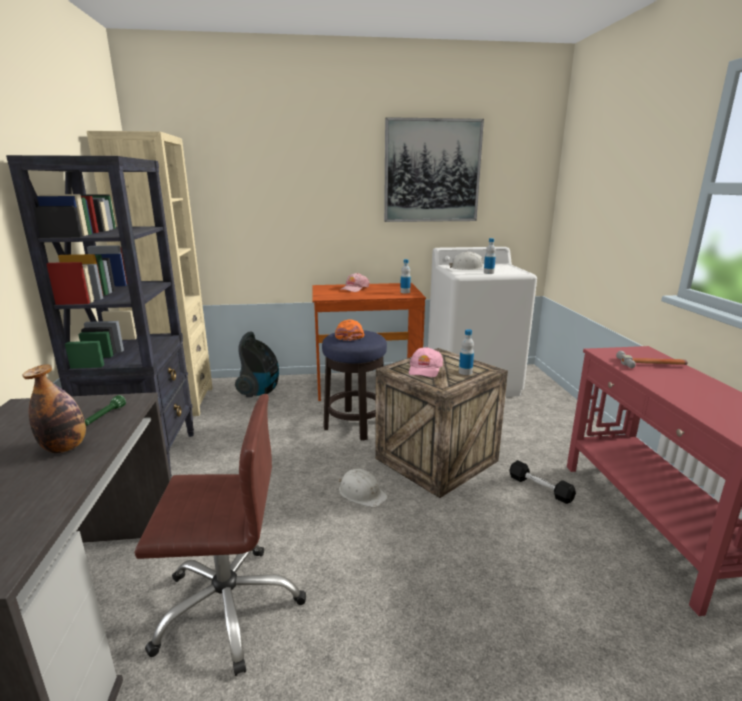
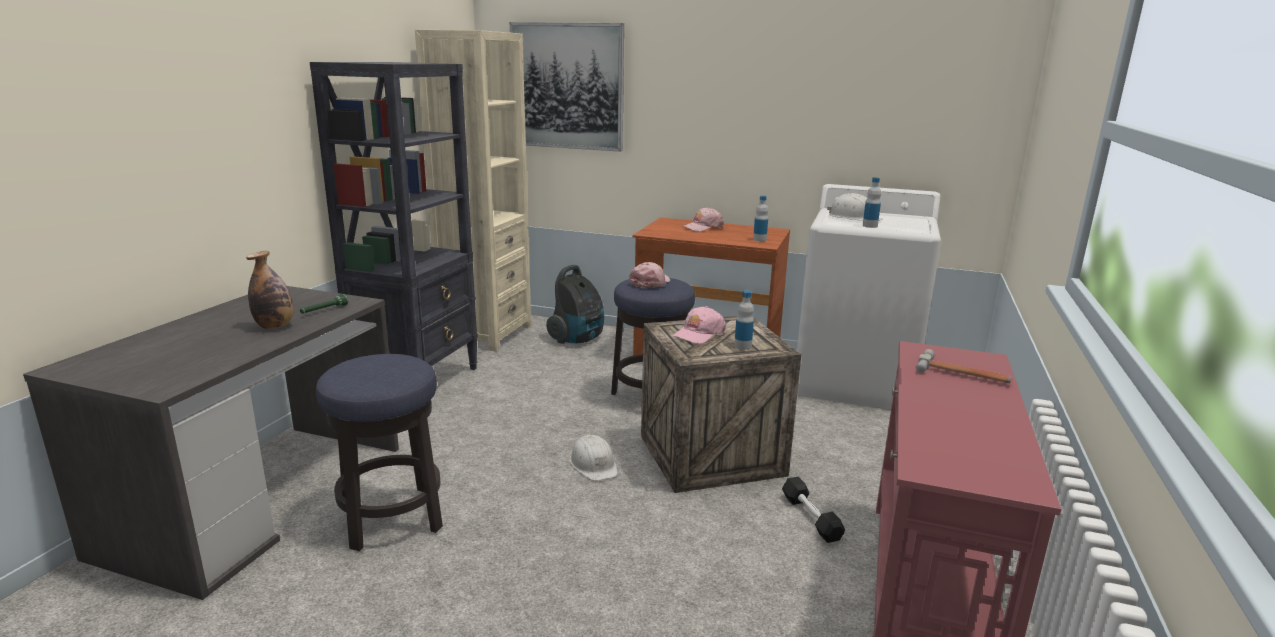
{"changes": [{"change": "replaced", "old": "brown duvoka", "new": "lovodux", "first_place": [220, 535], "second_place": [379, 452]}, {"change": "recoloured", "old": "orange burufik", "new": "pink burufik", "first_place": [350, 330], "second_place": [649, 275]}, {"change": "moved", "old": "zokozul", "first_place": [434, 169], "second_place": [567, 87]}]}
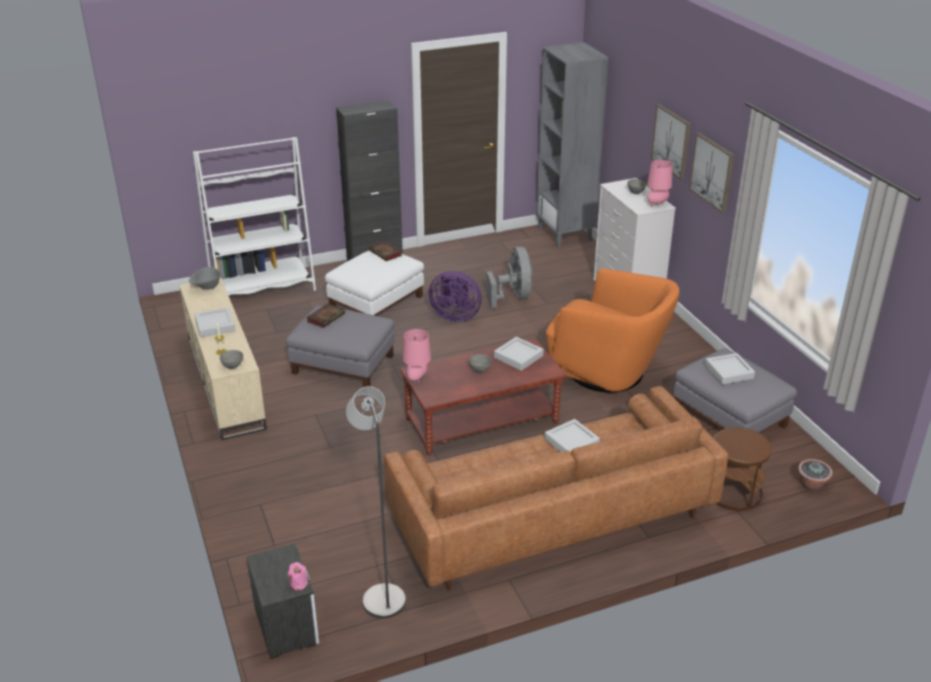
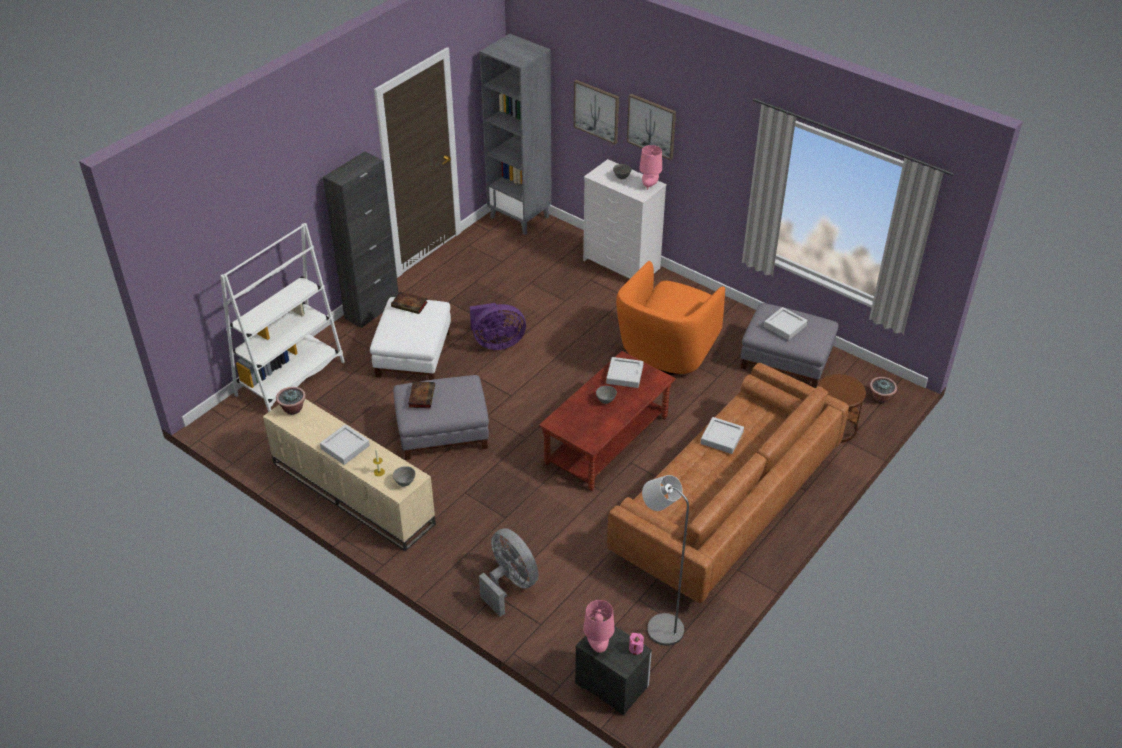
{"changes": [{"change": "replaced", "old": "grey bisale", "new": "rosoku", "first_place": [204, 278], "second_place": [291, 401]}, {"change": "moved", "old": "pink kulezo", "first_place": [417, 355], "second_place": [599, 626]}, {"change": "moved", "old": "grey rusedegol", "first_place": [509, 277], "second_place": [509, 572]}, {"change": "turned", "old": "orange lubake", "first_place": [613, 330], "second_place": [670, 318], "degrees": 120}, {"change": "moved", "old": "zokozul", "first_place": [711, 173], "second_place": [596, 112]}]}
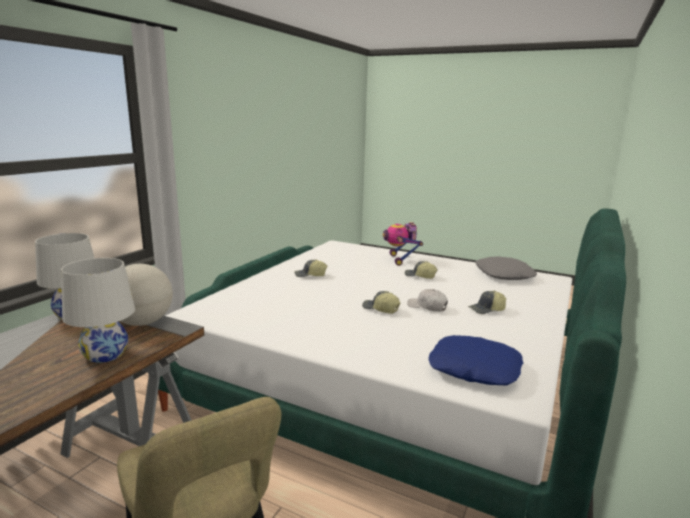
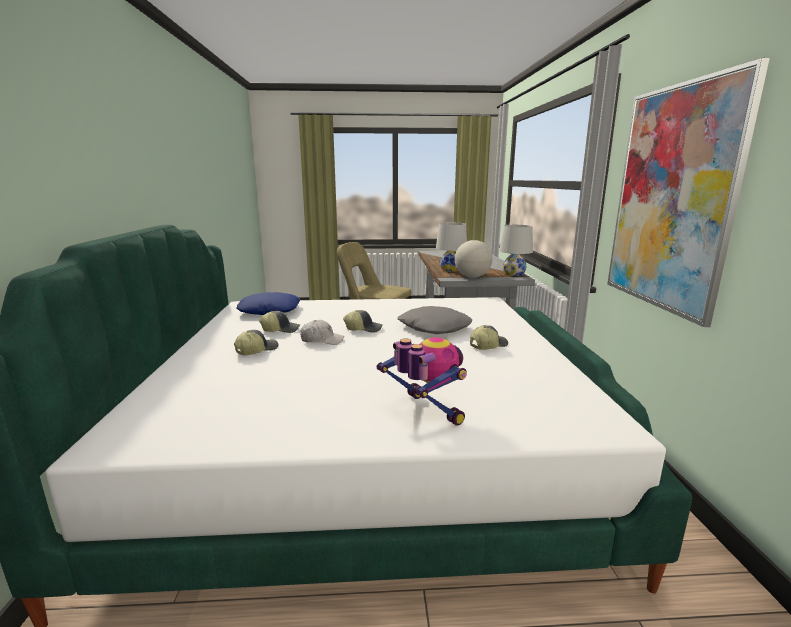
{"changes": [{"change": "moved", "old": "burufik", "first_place": [421, 270], "second_place": [279, 322]}, {"change": "moved", "old": "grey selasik", "first_place": [506, 268], "second_place": [435, 320]}, {"change": "added", "new": "zokozul", "second_place": [688, 192]}]}
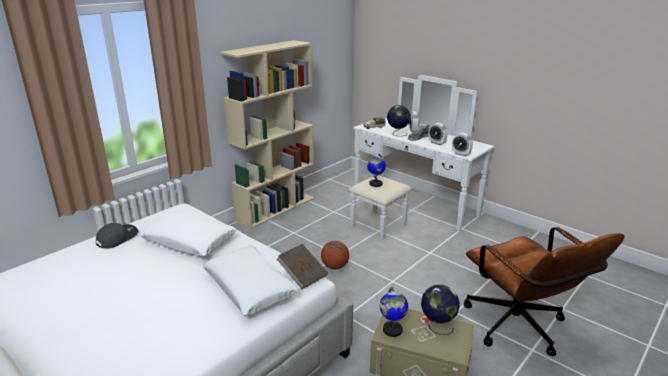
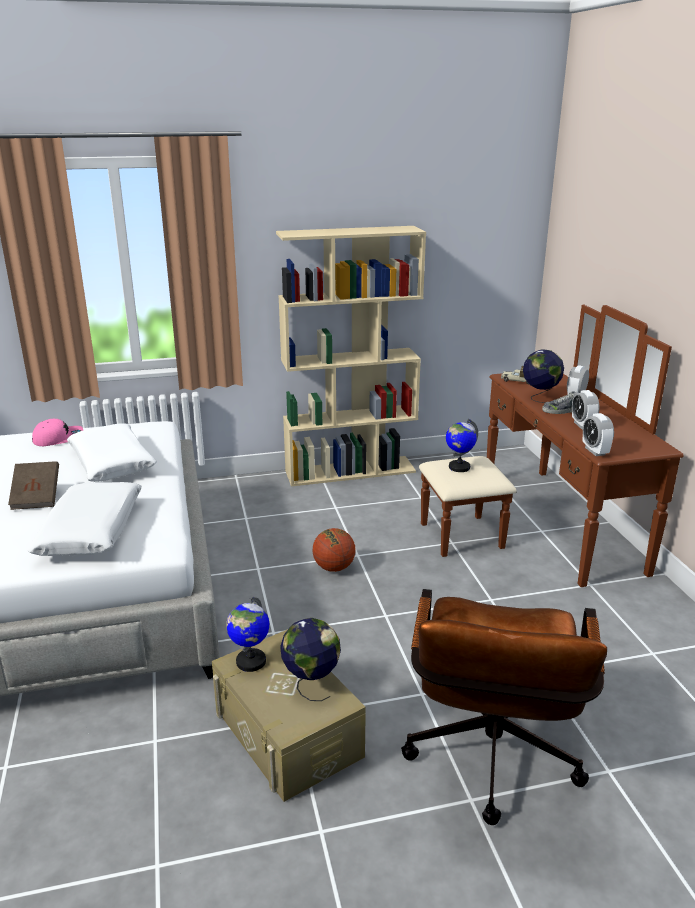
{"changes": [{"change": "recoloured", "old": "grey burufik", "new": "pink burufik", "first_place": [117, 236], "second_place": [57, 432]}, {"change": "moved", "old": "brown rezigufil", "first_place": [302, 266], "second_place": [33, 485]}, {"change": "recoloured", "old": "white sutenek", "new": "brown sutenek", "first_place": [421, 157], "second_place": [551, 446]}]}
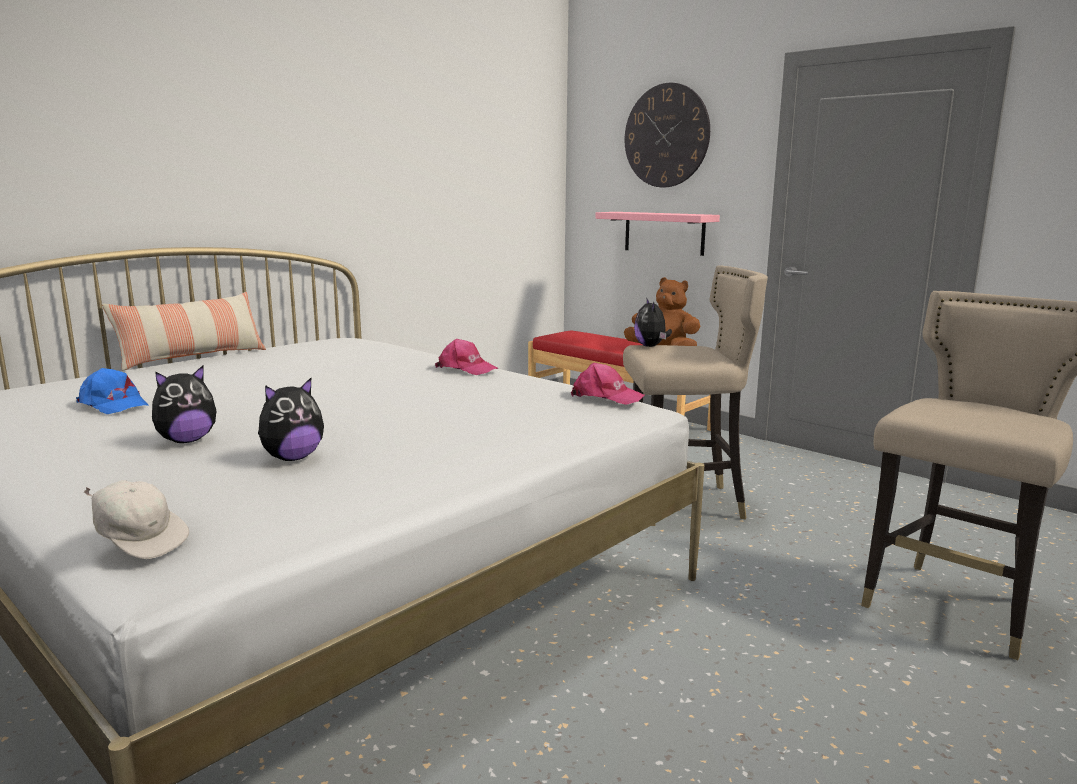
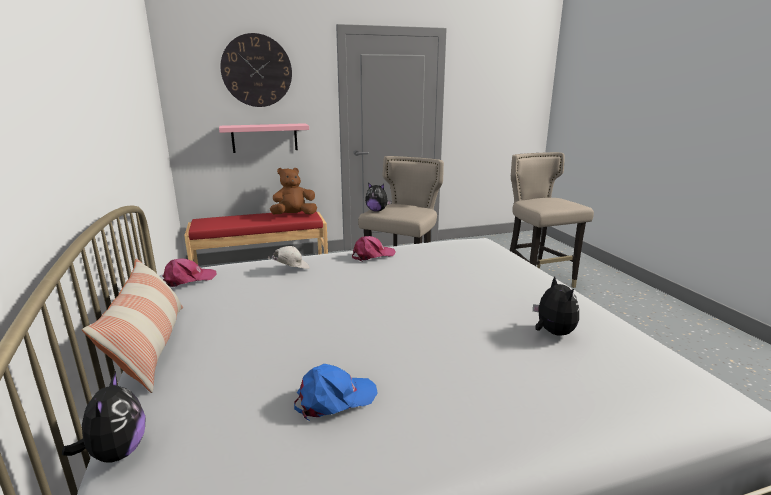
{"changes": [{"change": "moved", "old": "white burufik", "first_place": [136, 519], "second_place": [289, 257]}, {"change": "moved", "old": "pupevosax", "first_place": [184, 404], "second_place": [103, 417]}, {"change": "moved", "old": "pink burufik", "first_place": [608, 384], "second_place": [189, 272]}]}
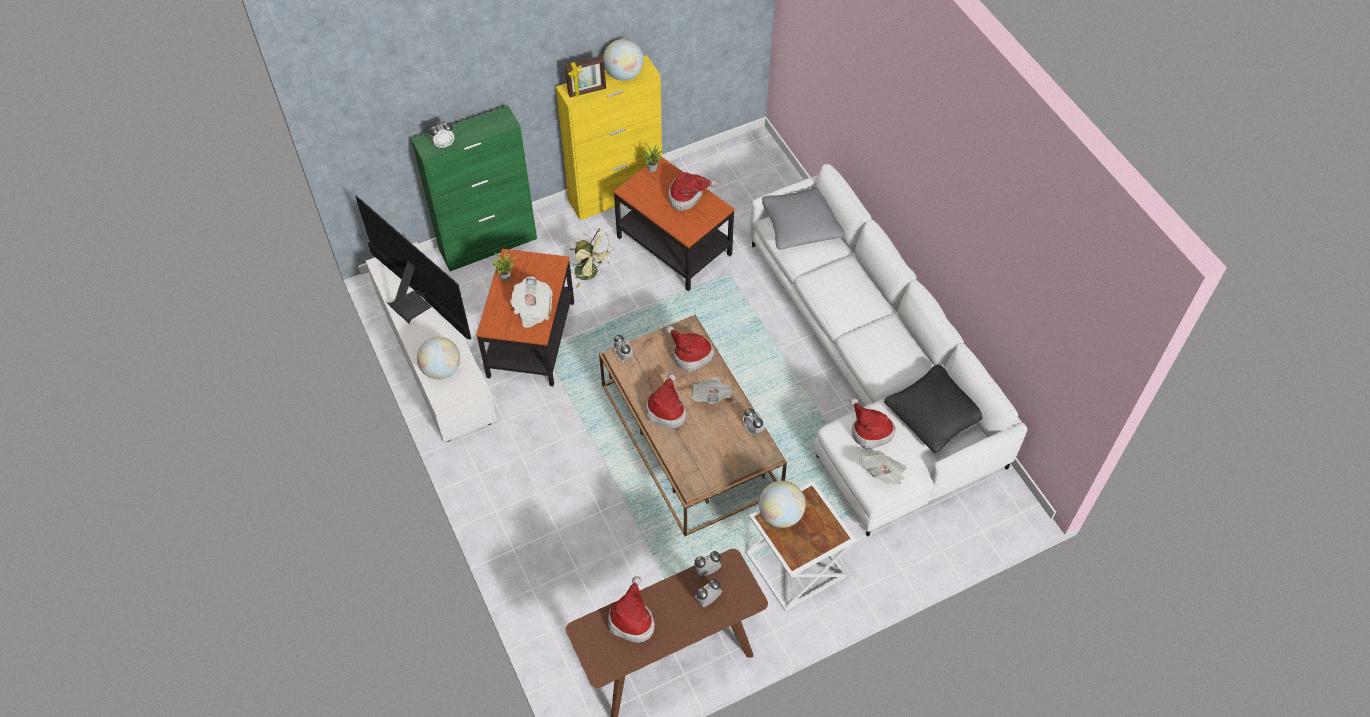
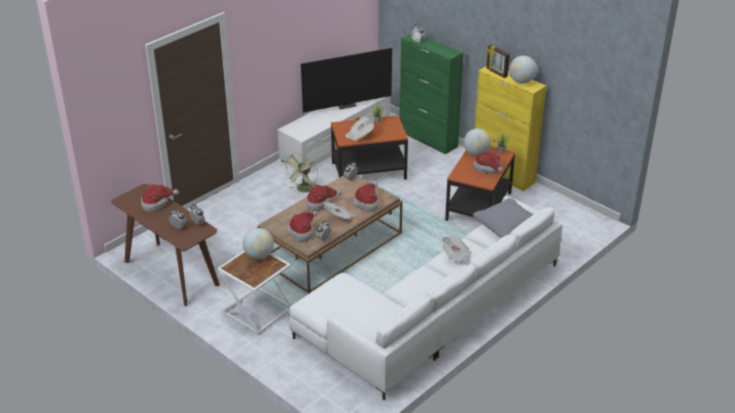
{"changes": [{"change": "turned", "old": "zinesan", "first_place": [413, 268], "second_place": [346, 80], "degrees": 45}, {"change": "moved", "old": "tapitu", "first_place": [438, 358], "second_place": [477, 142]}, {"change": "moved", "old": "green rusedegol", "first_place": [591, 258], "second_place": [300, 172]}, {"change": "moved", "old": "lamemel", "first_place": [873, 424], "second_place": [302, 226]}, {"change": "moved", "old": "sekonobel", "first_place": [883, 468], "second_place": [457, 250]}, {"change": "removed", "old": "black selasik", "first_place": [933, 408]}]}
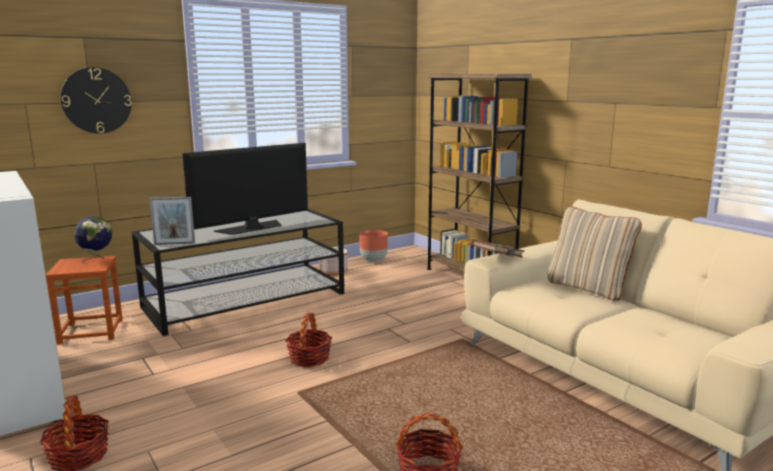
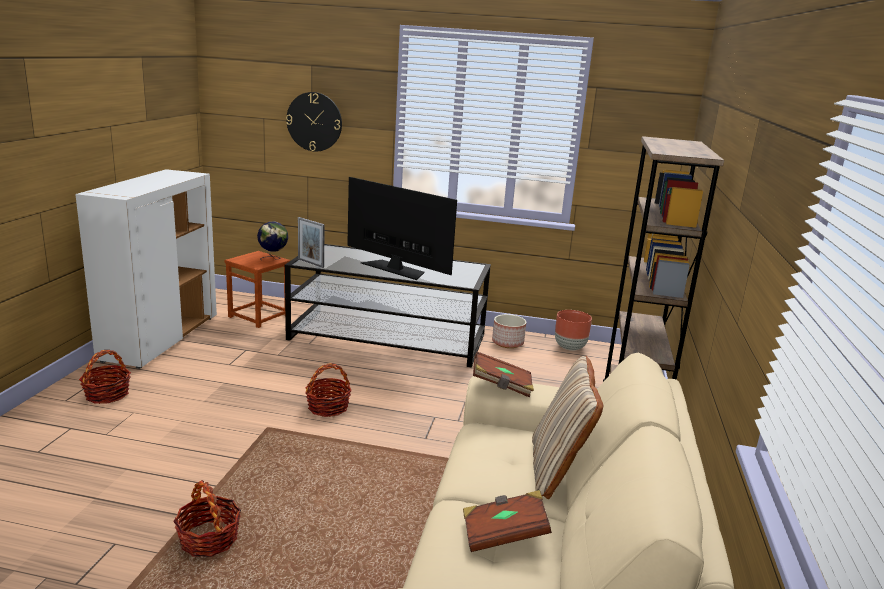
{"changes": [{"change": "turned", "old": "zinesan", "first_place": [245, 189], "second_place": [402, 228], "degrees": -150}, {"change": "added", "new": "brown rezigufil", "second_place": [507, 521]}]}
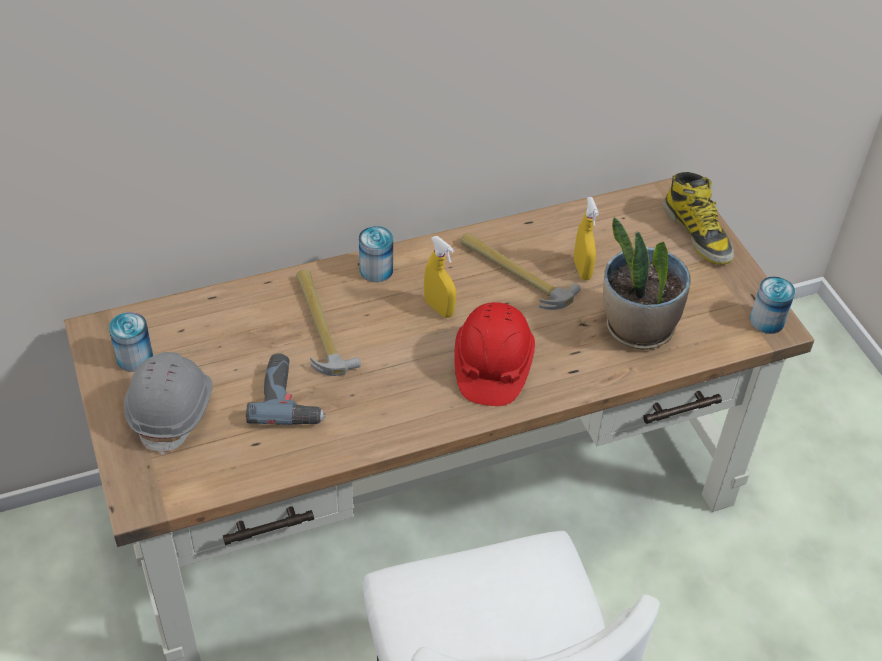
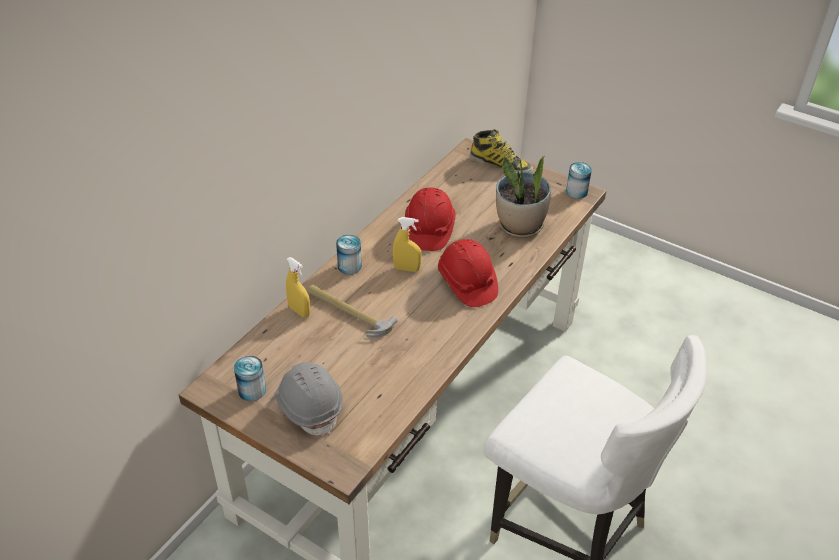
{"changes": [{"change": "removed", "old": "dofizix", "first_place": [286, 389]}, {"change": "replaced", "old": "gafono", "new": "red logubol", "first_place": [520, 271], "second_place": [430, 219]}, {"change": "moved", "old": "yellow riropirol", "first_place": [586, 238], "second_place": [298, 287]}]}
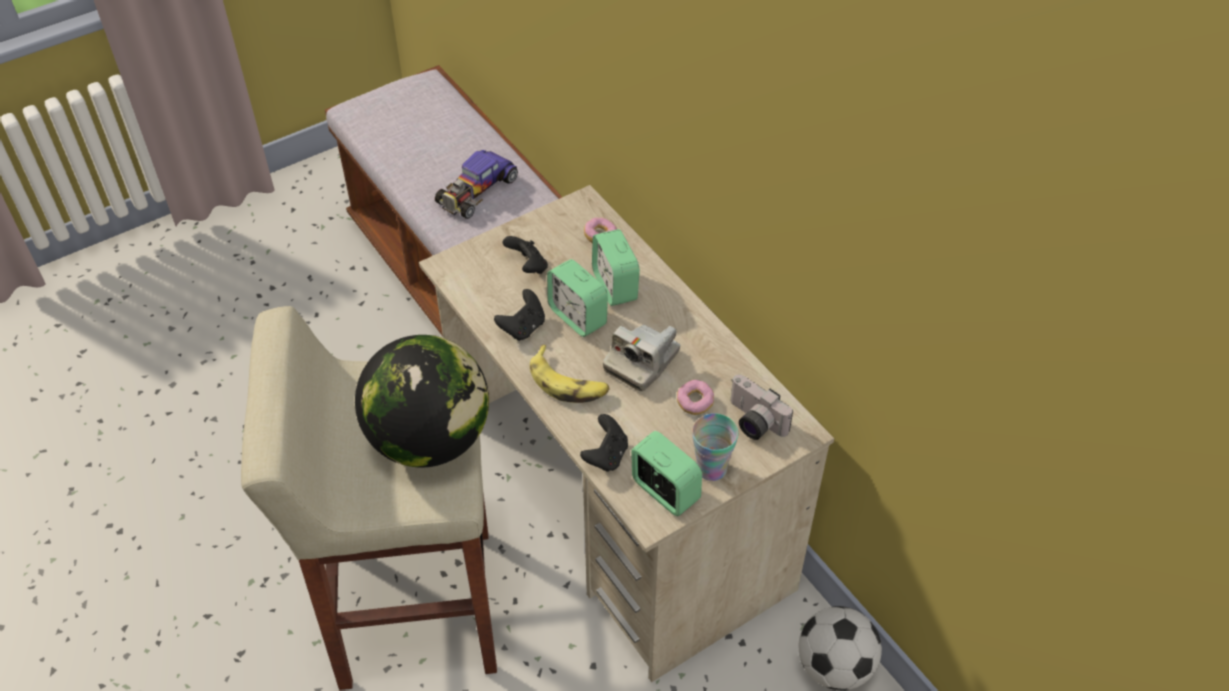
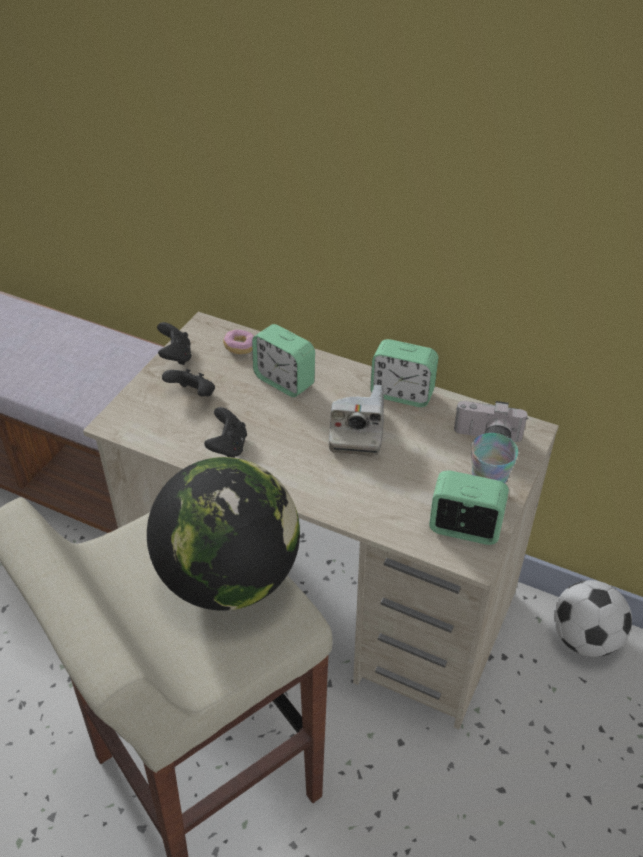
{"changes": [{"change": "removed", "old": "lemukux", "first_place": [476, 184]}, {"change": "removed", "old": "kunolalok", "first_place": [570, 374]}, {"change": "moved", "old": "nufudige", "first_place": [577, 298], "second_place": [404, 373]}, {"change": "moved", "old": "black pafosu", "first_place": [604, 443], "second_place": [174, 343]}, {"change": "removed", "old": "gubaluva", "first_place": [695, 397]}]}
